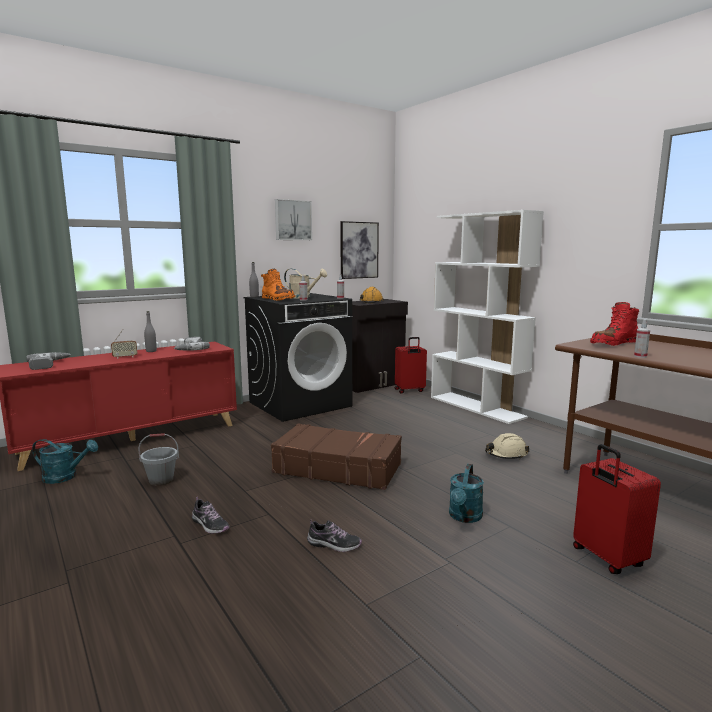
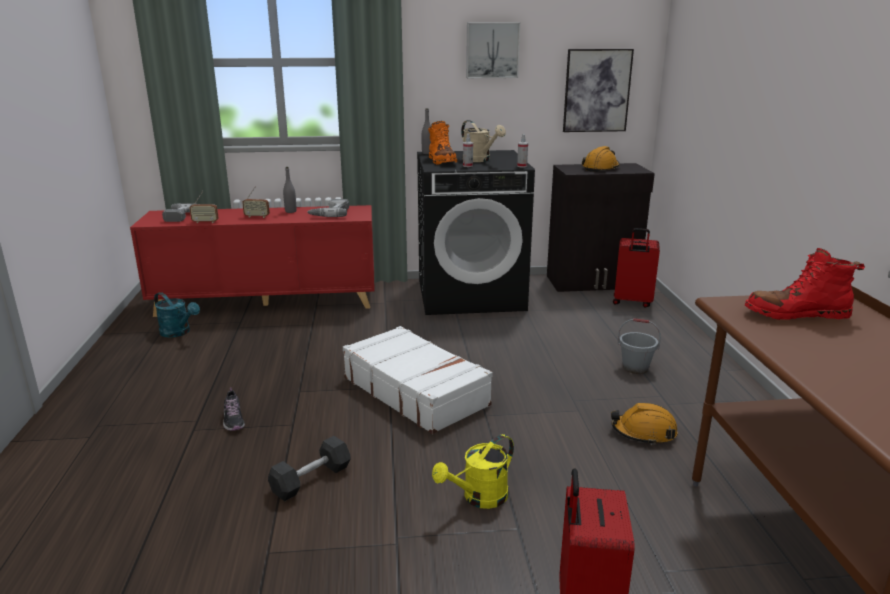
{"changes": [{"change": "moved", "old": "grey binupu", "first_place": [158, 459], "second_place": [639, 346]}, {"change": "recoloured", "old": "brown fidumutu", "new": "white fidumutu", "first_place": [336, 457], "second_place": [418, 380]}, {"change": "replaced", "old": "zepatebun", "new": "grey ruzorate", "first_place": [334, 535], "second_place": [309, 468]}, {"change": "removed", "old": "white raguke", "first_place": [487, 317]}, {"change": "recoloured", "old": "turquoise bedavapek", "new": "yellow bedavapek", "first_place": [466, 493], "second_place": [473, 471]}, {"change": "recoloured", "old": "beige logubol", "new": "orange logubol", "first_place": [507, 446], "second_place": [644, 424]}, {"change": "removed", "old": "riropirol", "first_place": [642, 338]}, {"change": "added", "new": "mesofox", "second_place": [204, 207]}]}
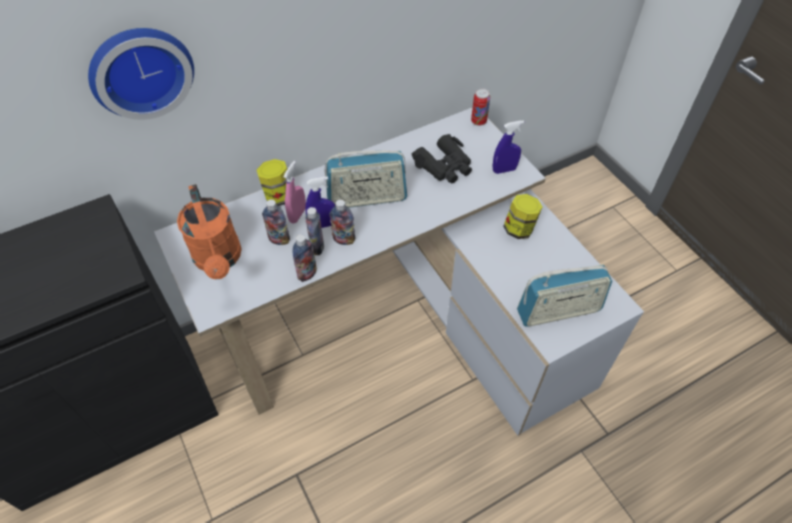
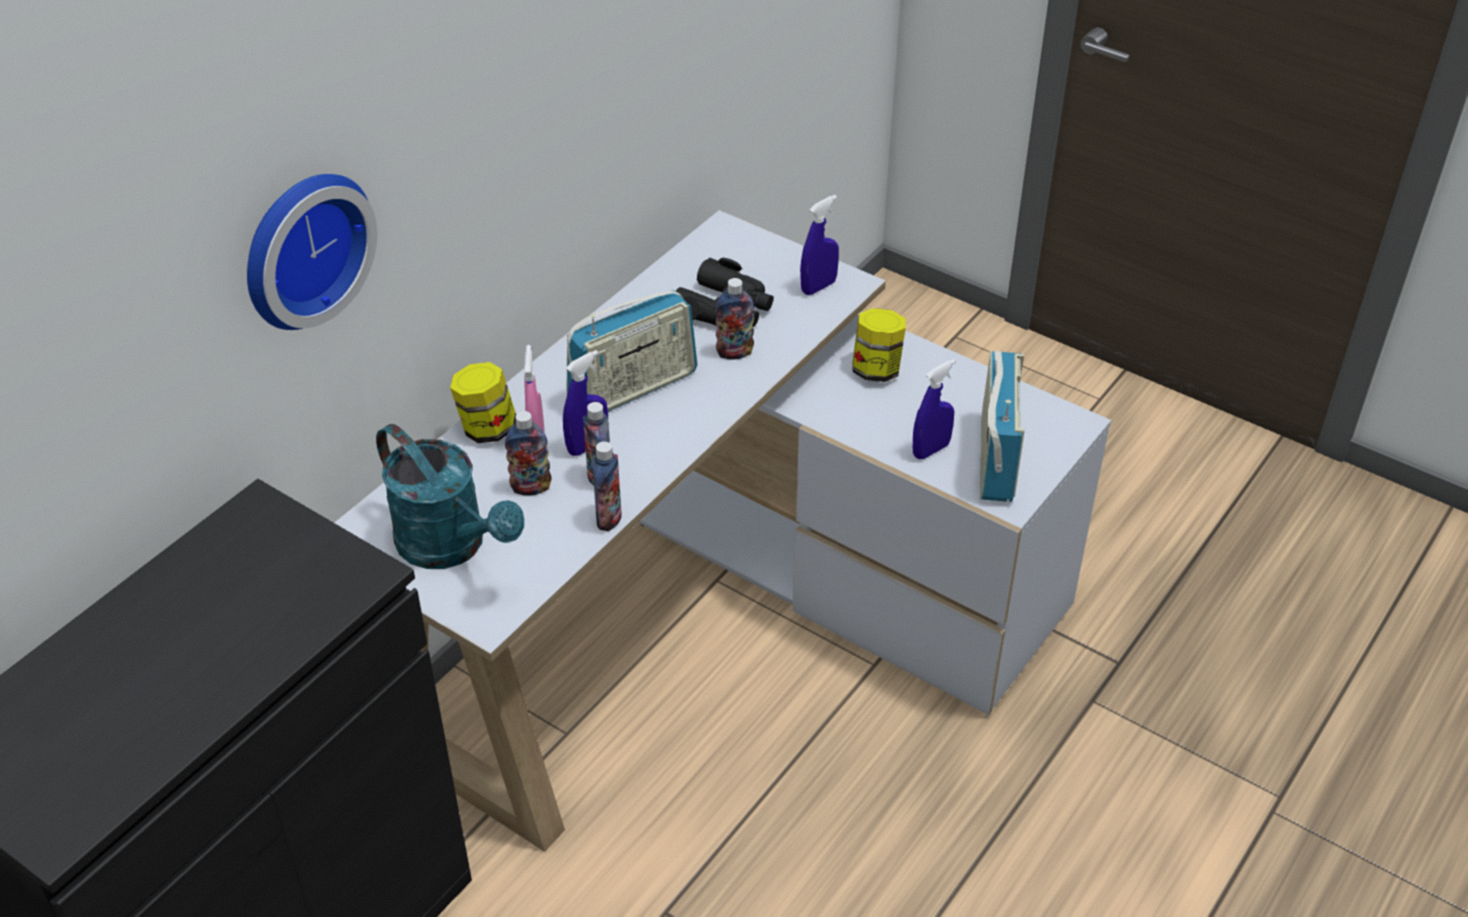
{"changes": [{"change": "recoloured", "old": "orange bedavapek", "new": "turquoise bedavapek", "first_place": [209, 231], "second_place": [450, 496]}, {"change": "moved", "old": "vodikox", "first_place": [342, 222], "second_place": [735, 319]}, {"change": "removed", "old": "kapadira", "first_place": [480, 107]}, {"change": "turned", "old": "mesofox", "first_place": [564, 295], "second_place": [1002, 426], "degrees": -45}, {"change": "added", "new": "blue riropirol", "second_place": [934, 409]}]}
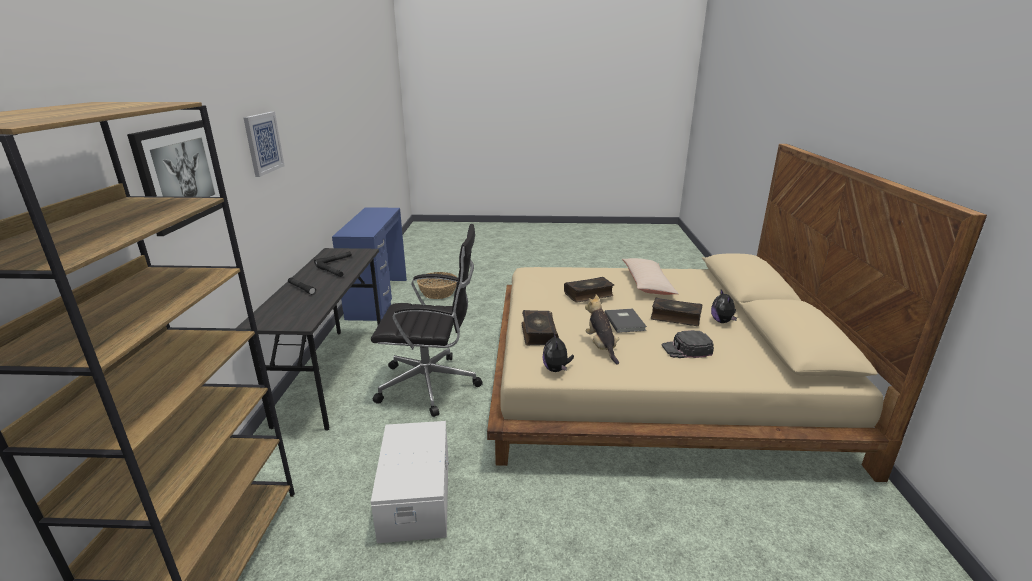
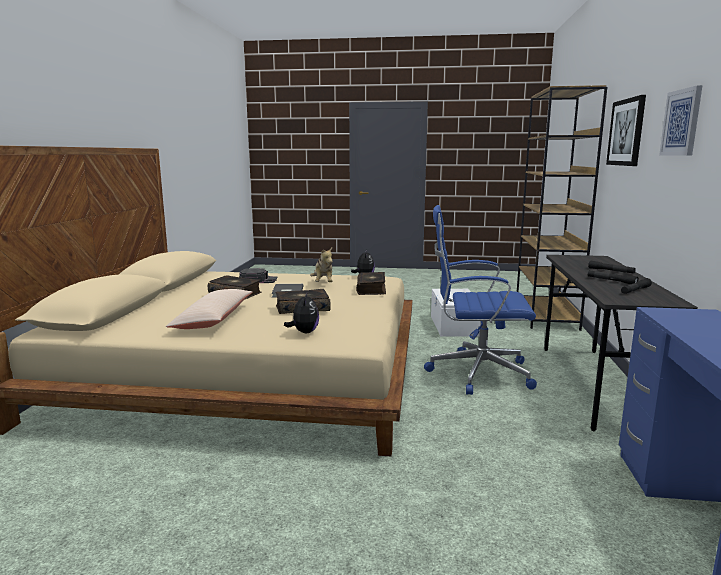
{"changes": [{"change": "recoloured", "old": "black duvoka", "new": "blue duvoka", "first_place": [427, 320], "second_place": [480, 300]}, {"change": "removed", "old": "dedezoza", "first_place": [437, 285]}, {"change": "moved", "old": "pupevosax", "first_place": [724, 306], "second_place": [301, 312]}]}
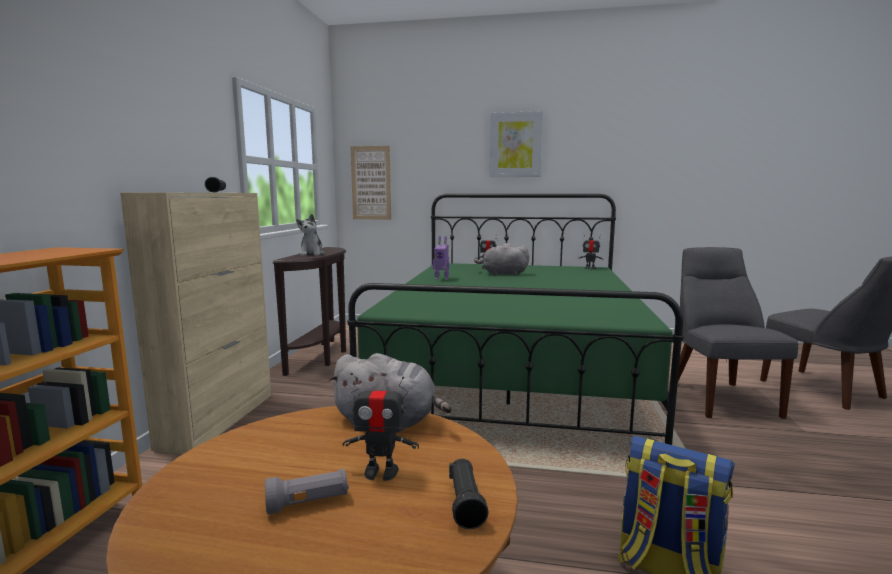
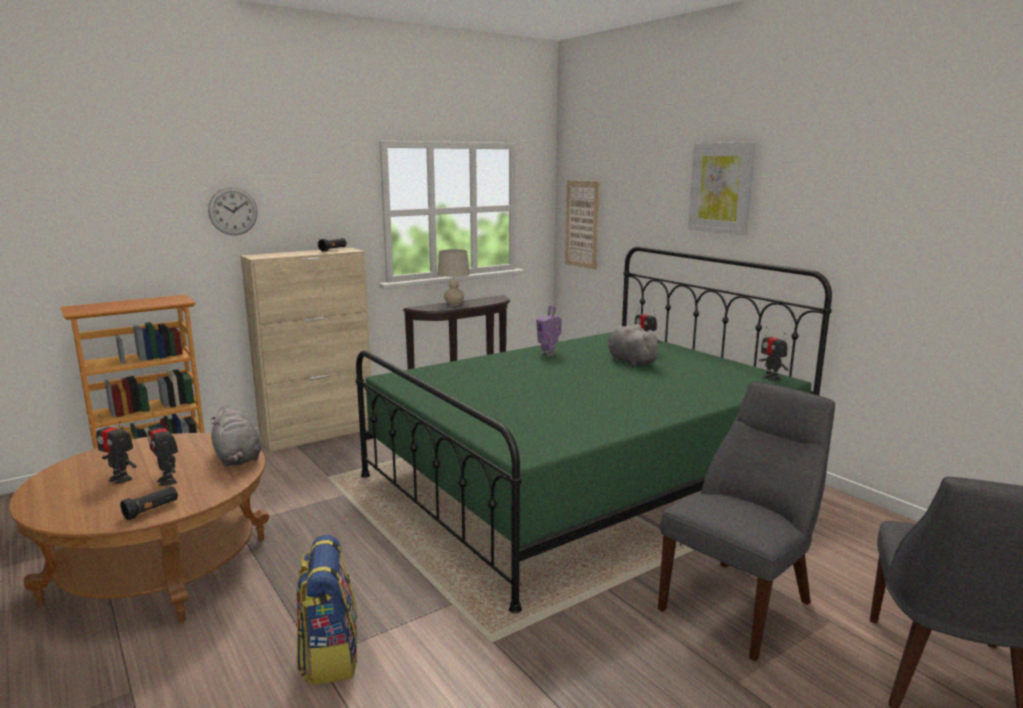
{"changes": [{"change": "replaced", "old": "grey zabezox", "new": "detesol", "first_place": [307, 492], "second_place": [116, 449]}, {"change": "replaced", "old": "pupevosax", "new": "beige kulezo", "first_place": [310, 235], "second_place": [453, 277]}, {"change": "added", "new": "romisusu", "second_place": [233, 211]}]}
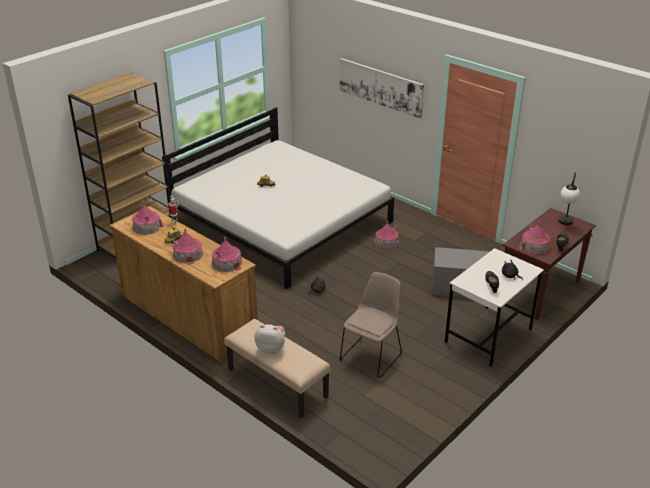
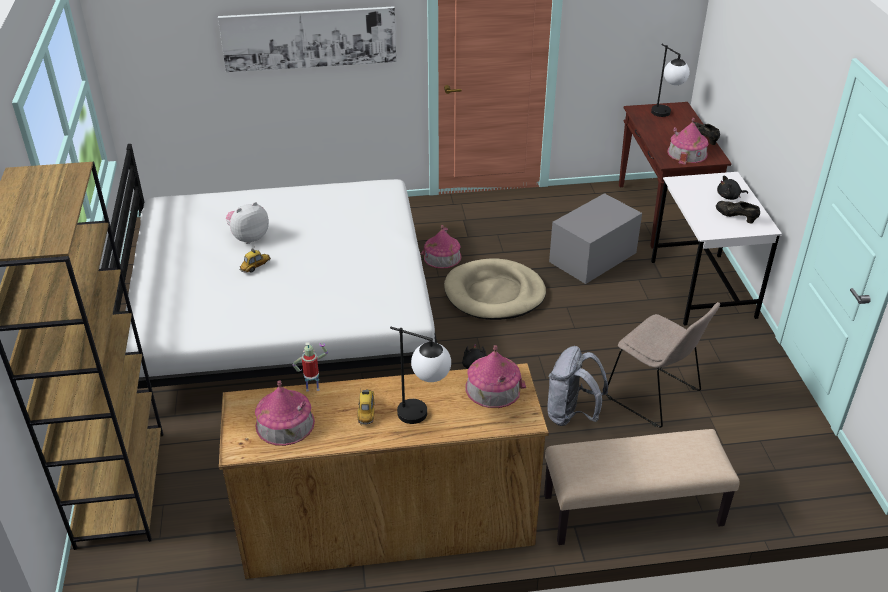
{"changes": [{"change": "replaced", "old": "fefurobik", "new": "kulezo", "first_place": [187, 247], "second_place": [420, 375]}, {"change": "moved", "old": "pupevosax", "first_place": [269, 339], "second_place": [247, 223]}, {"change": "turned", "old": "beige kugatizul", "first_place": [371, 325], "second_place": [663, 365], "degrees": 150}, {"change": "added", "new": "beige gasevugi", "second_place": [495, 289]}, {"change": "added", "new": "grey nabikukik", "second_place": [577, 386]}]}
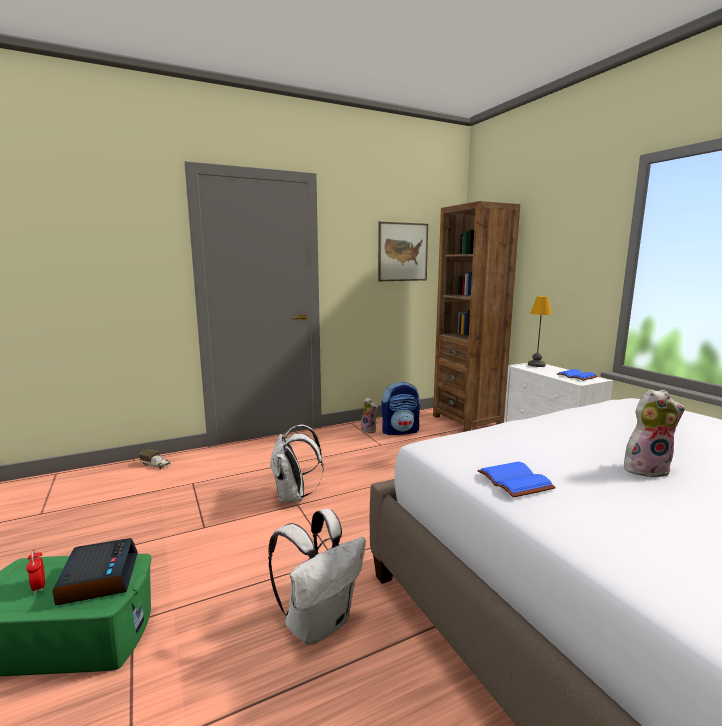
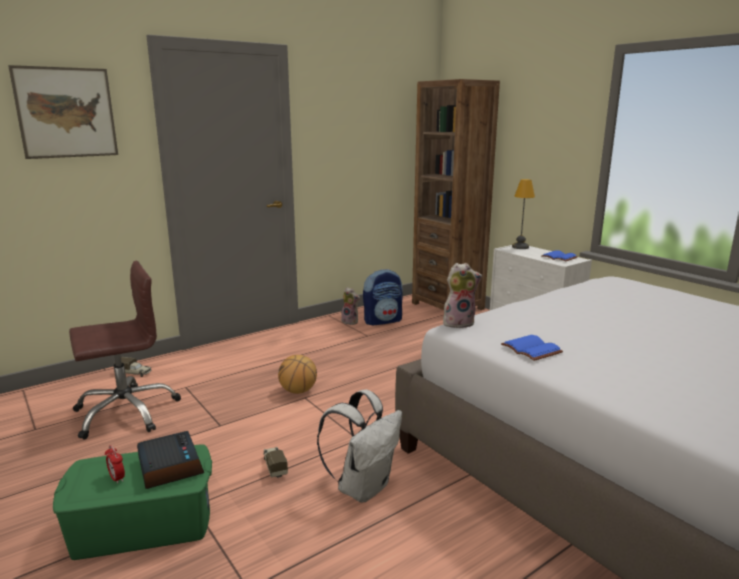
{"changes": [{"change": "replaced", "old": "white nabikukik", "new": "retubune", "first_place": [297, 464], "second_place": [297, 374]}, {"change": "moved", "old": "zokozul", "first_place": [403, 251], "second_place": [63, 112]}, {"change": "moved", "old": "pupevosax", "first_place": [654, 433], "second_place": [462, 295]}, {"change": "added", "new": "brown duvoka", "second_place": [125, 350]}, {"change": "added", "new": "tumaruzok", "second_place": [275, 462]}]}
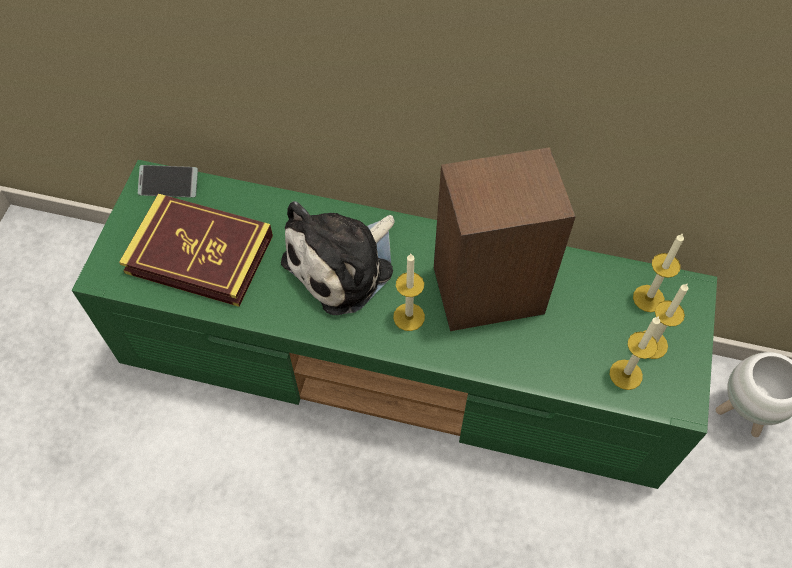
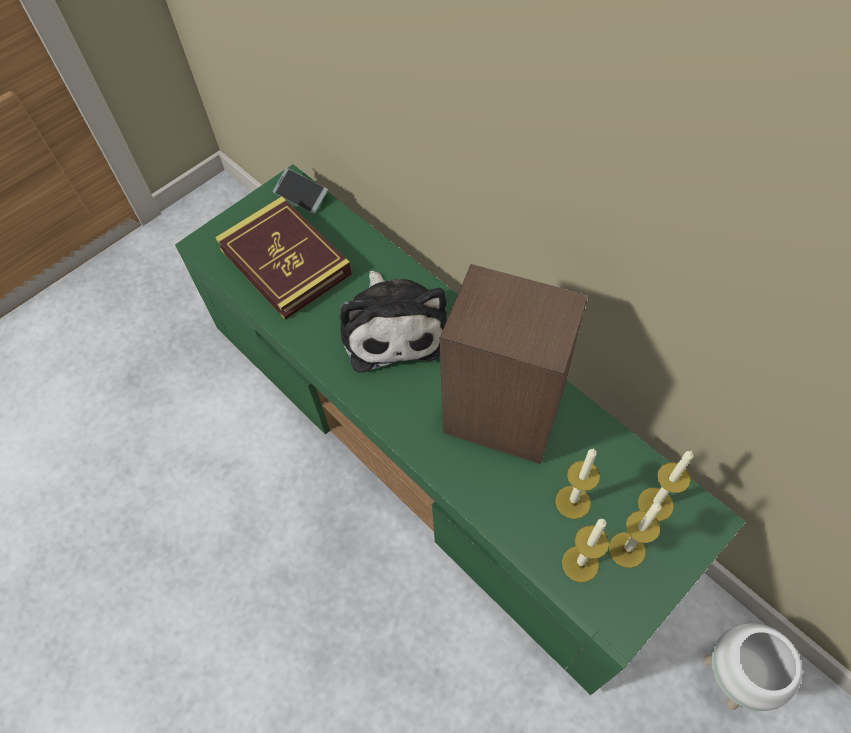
{"changes": [{"change": "turned", "old": "pupevosax", "first_place": [338, 258], "second_place": [393, 322], "degrees": -90}, {"change": "moved", "old": "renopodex", "first_place": [409, 292], "second_place": [577, 484]}]}
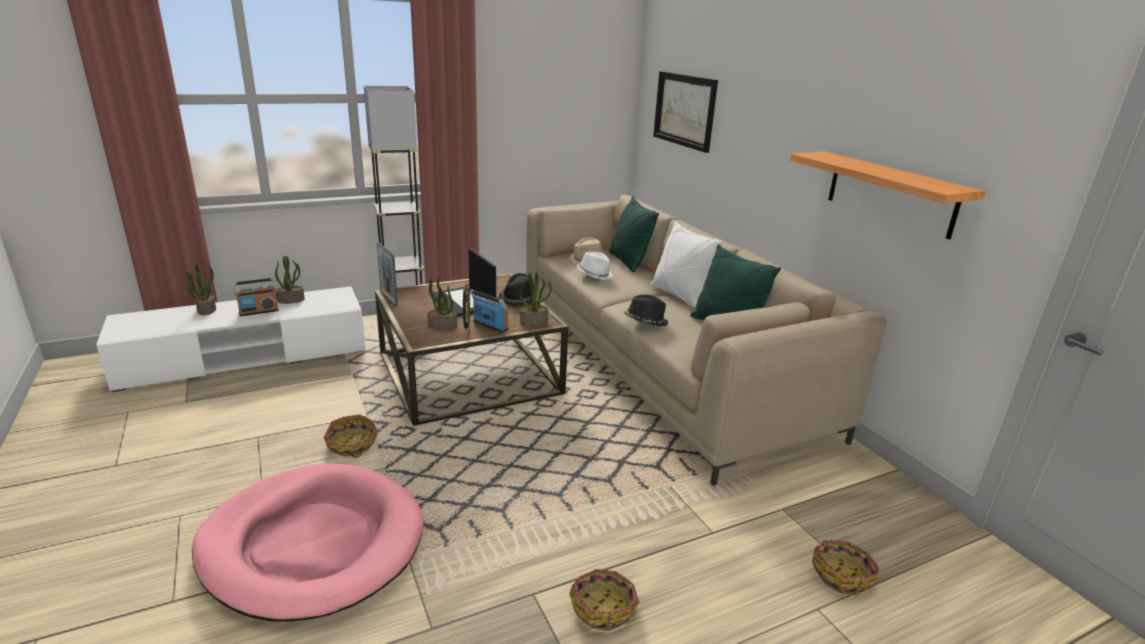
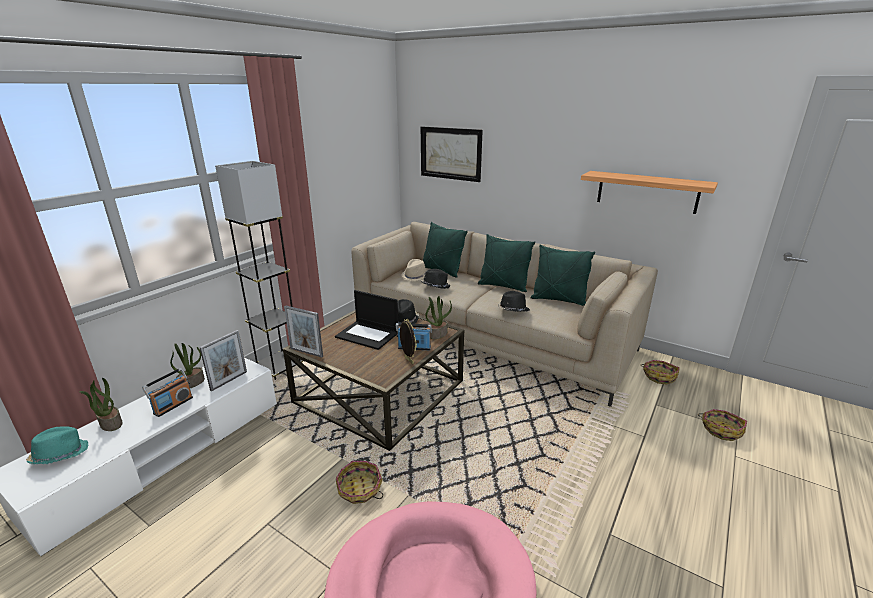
{"changes": [{"change": "removed", "old": "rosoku", "first_place": [442, 303]}, {"change": "moved", "old": "dedezoza", "first_place": [604, 600], "second_place": [660, 372]}, {"change": "recoloured", "old": "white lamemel", "new": "black lamemel", "first_place": [594, 266], "second_place": [435, 279]}, {"change": "recoloured", "old": "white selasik", "new": "green selasik", "first_place": [687, 264], "second_place": [506, 263]}, {"change": "added", "new": "turquoise lamemel", "second_place": [57, 445]}, {"change": "added", "new": "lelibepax", "second_place": [223, 361]}]}
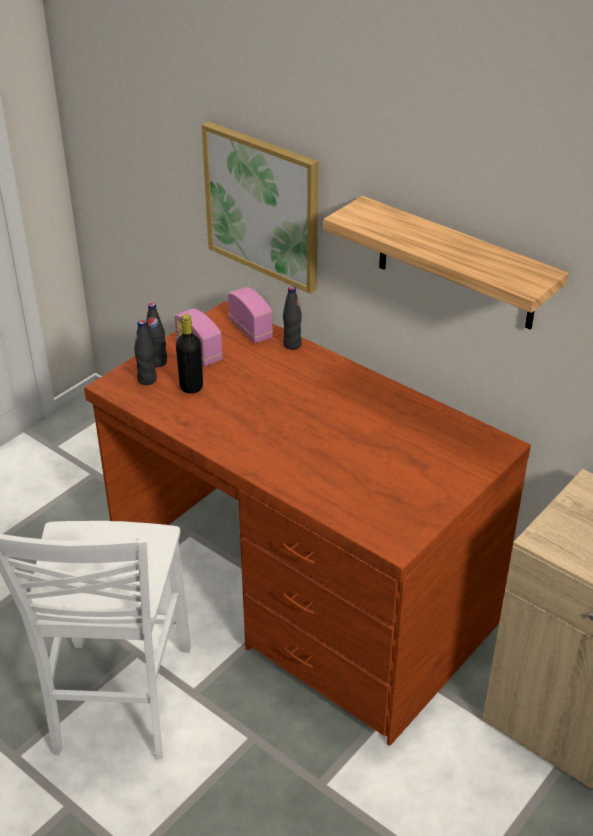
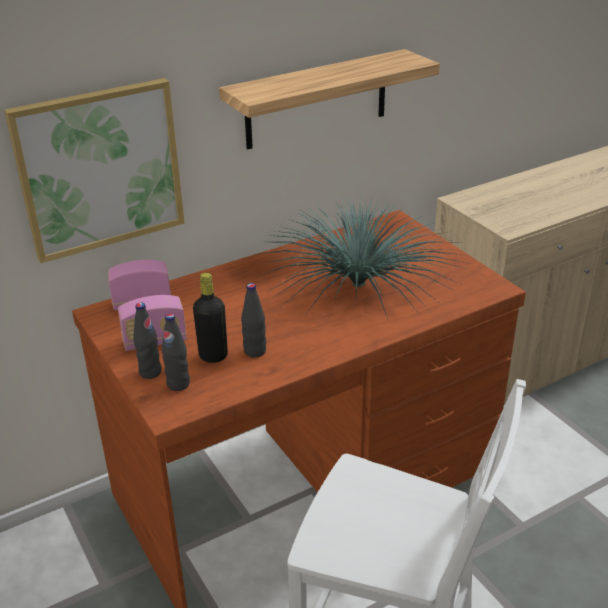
{"changes": [{"change": "moved", "old": "black vodikox", "first_place": [292, 318], "second_place": [253, 320]}, {"change": "added", "new": "rosoku", "second_place": [361, 257]}]}
